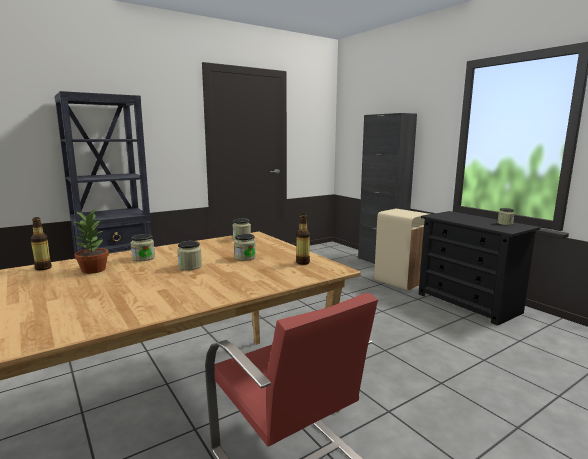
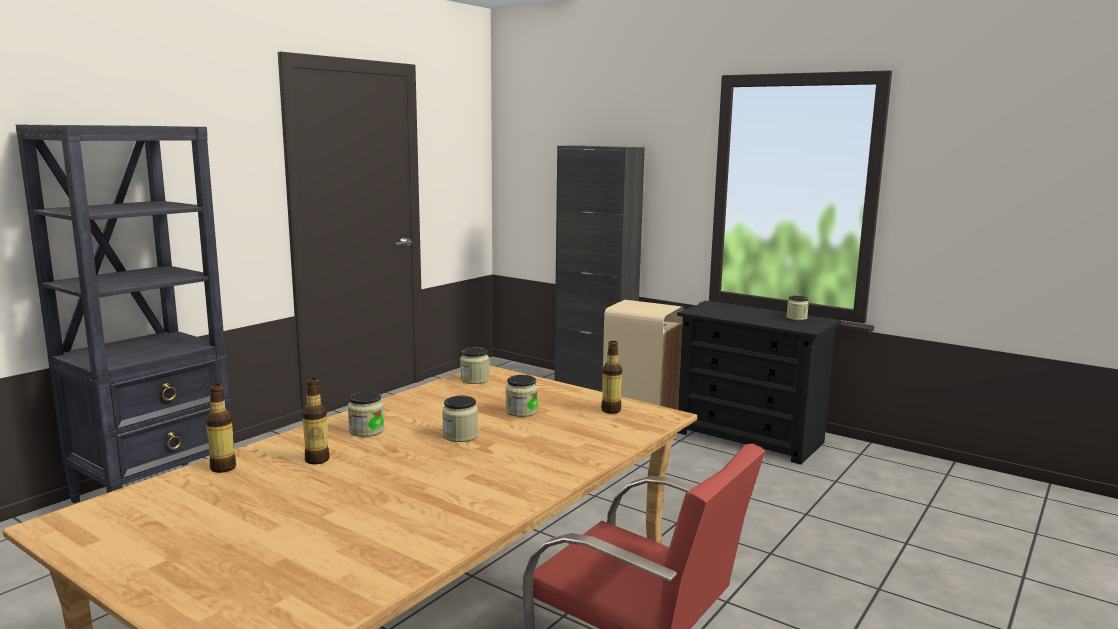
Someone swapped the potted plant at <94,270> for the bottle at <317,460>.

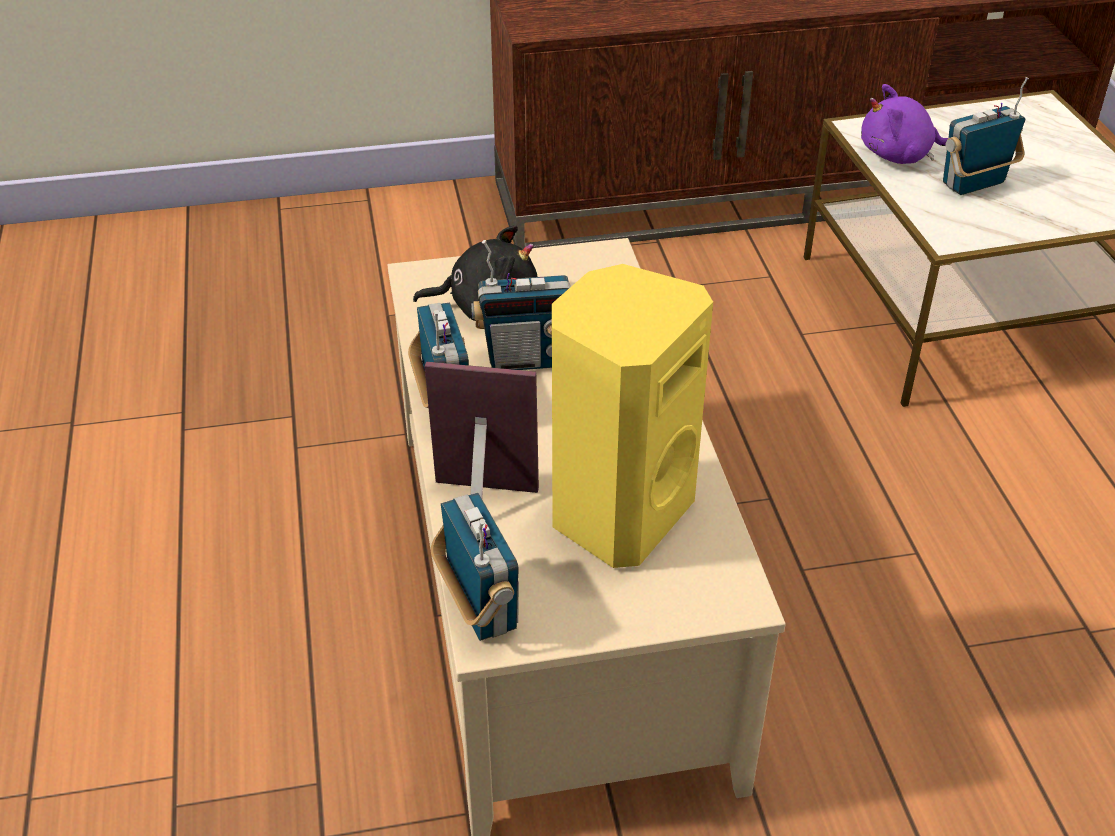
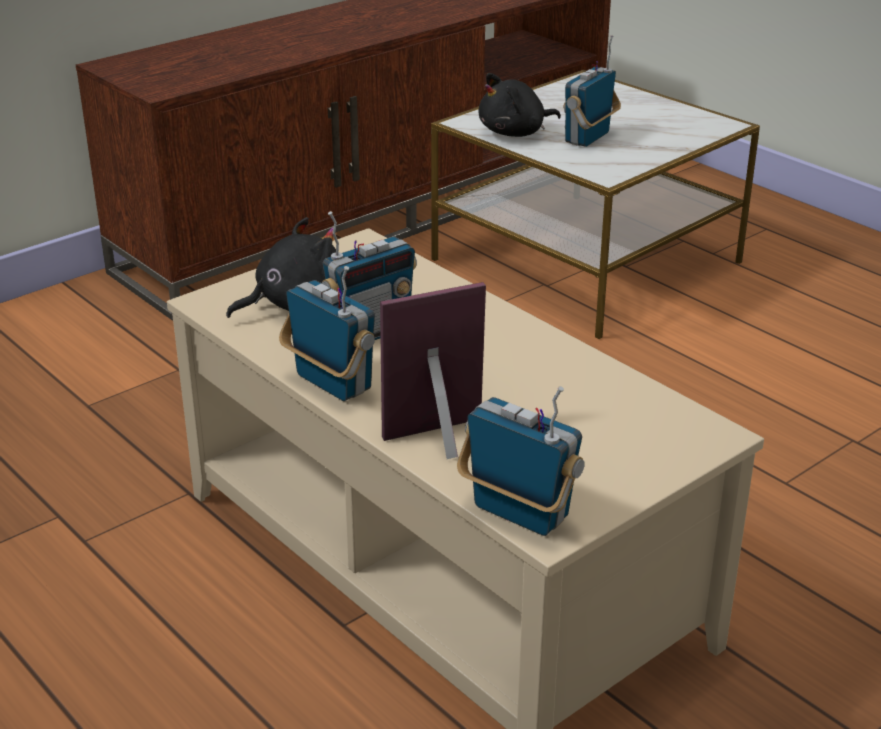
Someone took away the speaker/yellow at <617,513>.
Someone repainted the plush toy/purple at <900,156>, which became the plush toy/black at <515,133>.

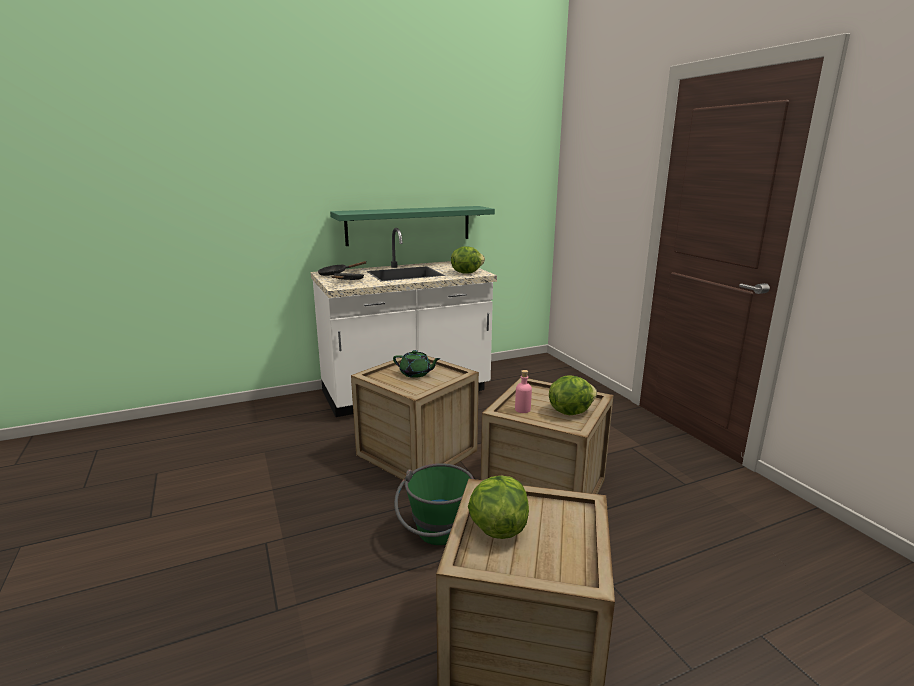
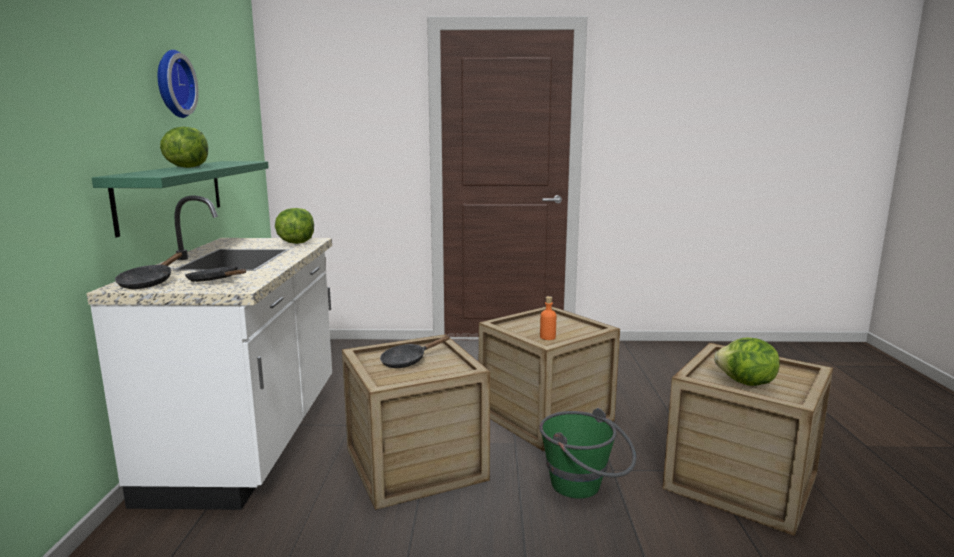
Someone swapped the teapot/green at <416,374> for the frying pan/black at <407,361>.
Someone repainted the bottle/pink at <522,409>, which became the bottle/orange at <547,337>.
Someone carried the lettuce from <570,411> to <187,167>.
Someone put up the wall clock at <172,84>.

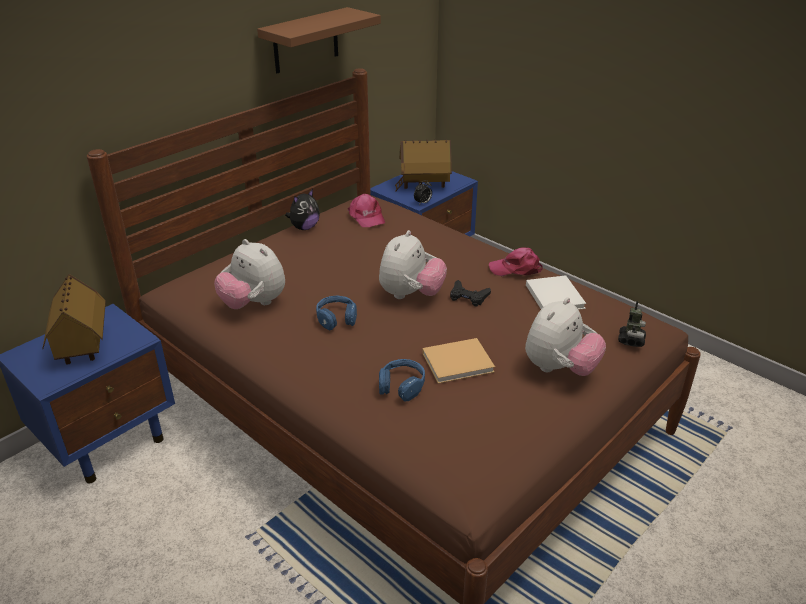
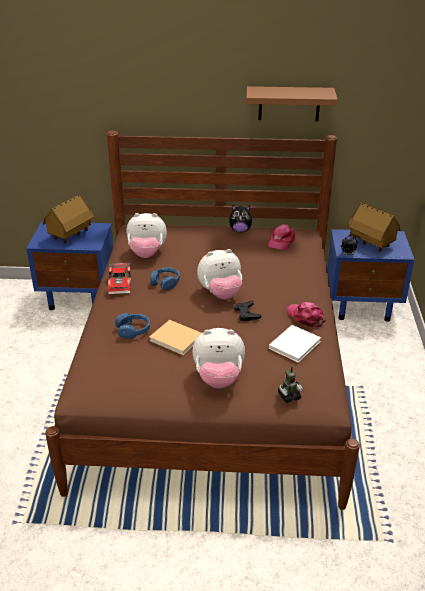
Someone rotated the plush toy at <253,303> by 90 degrees counterclockwise.
Someone put down the toy car at <121,283>.

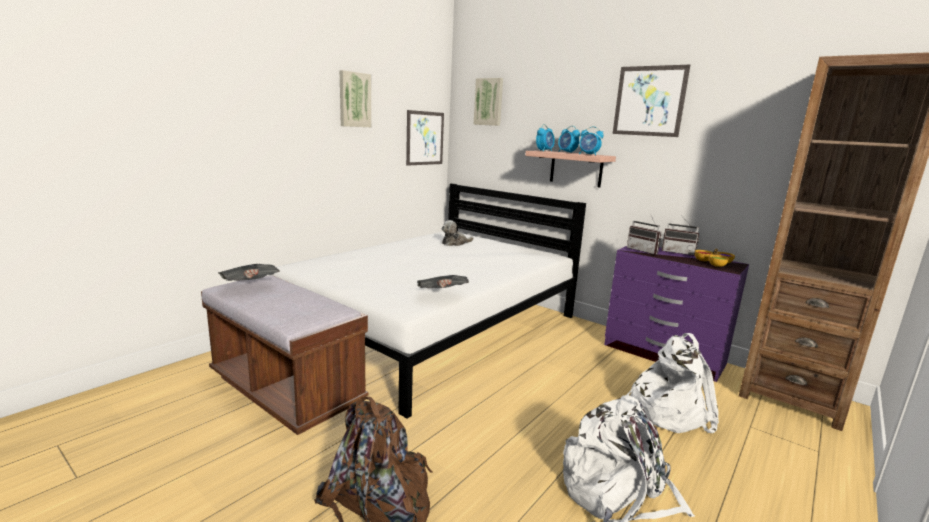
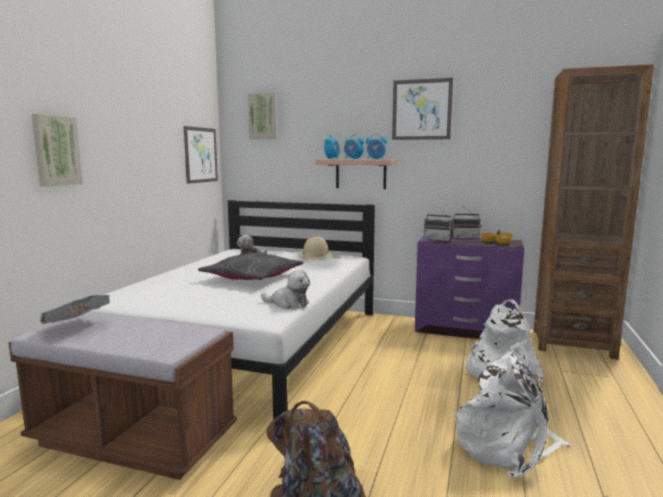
Someone carried the picture from <354,100> to <55,151>.
Someone swapped the newspaper at <442,296> for the plush toy at <288,304>.
Someone put down the pillow/grey at <252,277>.
Someone put down the hat/beige at <315,255>.

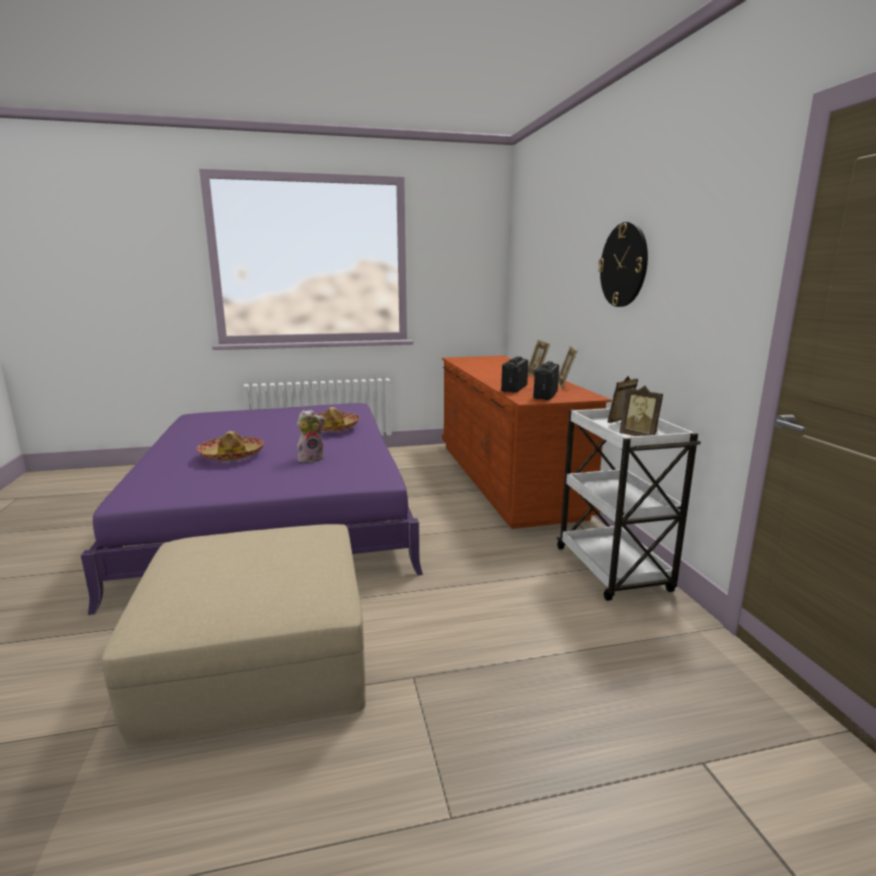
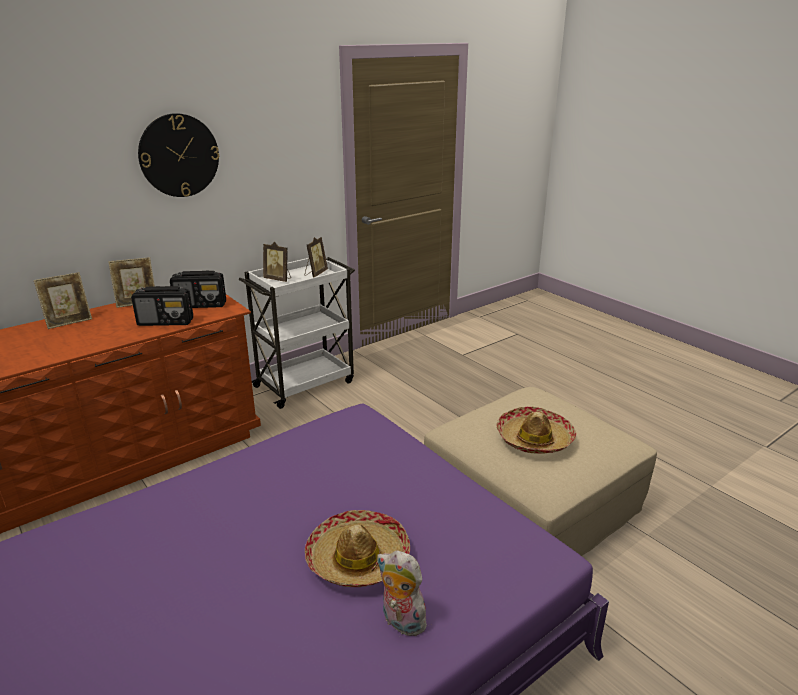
Someone carried the plush toy from <311,458> to <400,622>.
Someone carried the hat from <333,427> to <534,439>.

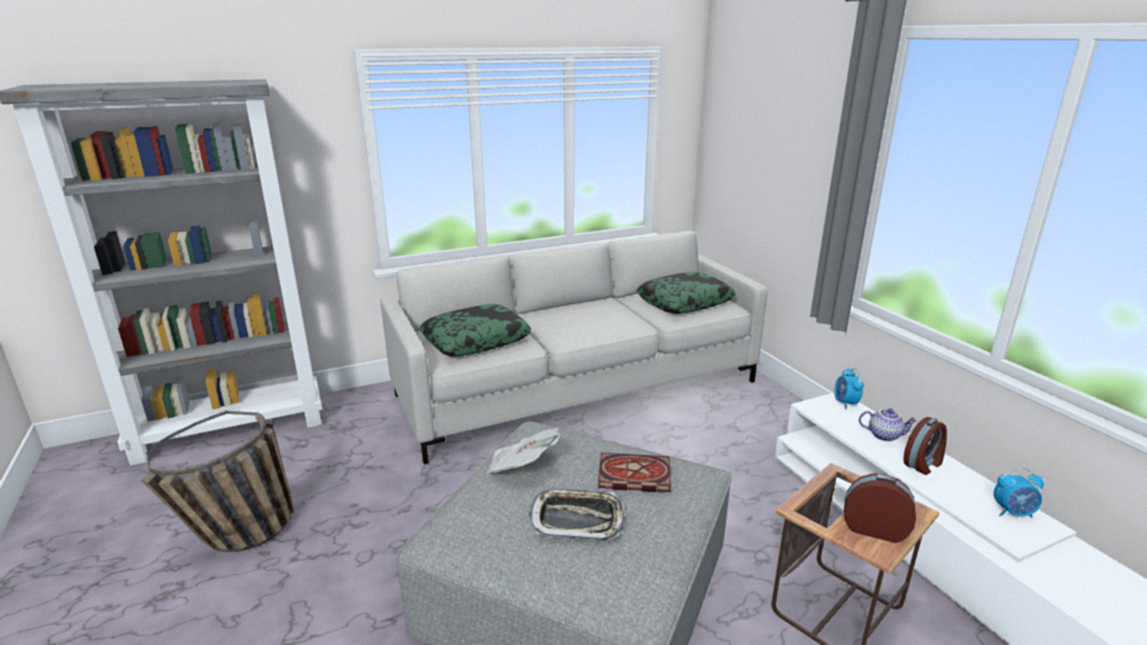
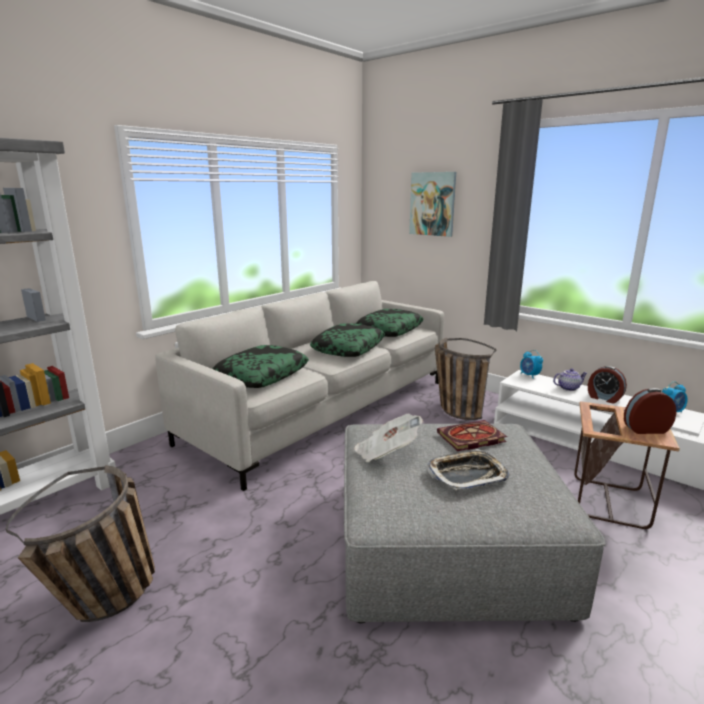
Someone rotated the alarm clock at <923,464> by 105 degrees clockwise.
Someone put down the pillow at <348,348>.
Someone put up the picture at <432,204>.
Someone put down the basket at <453,408>.

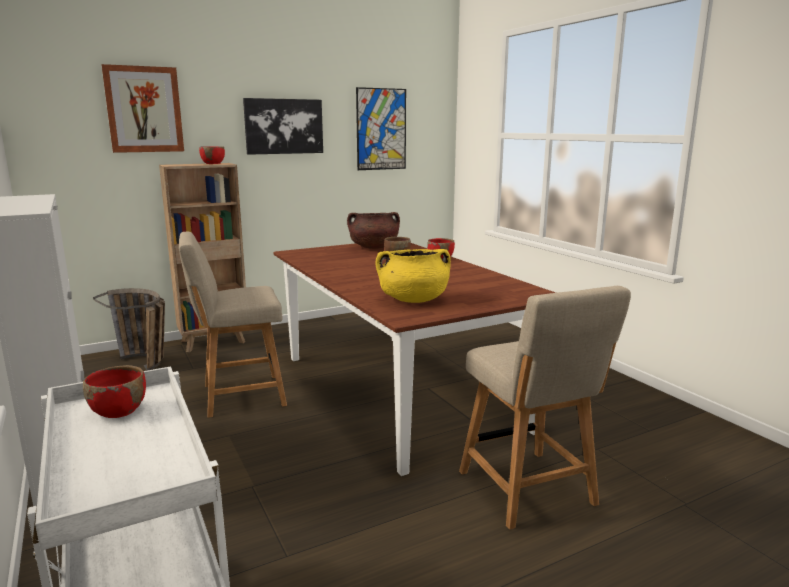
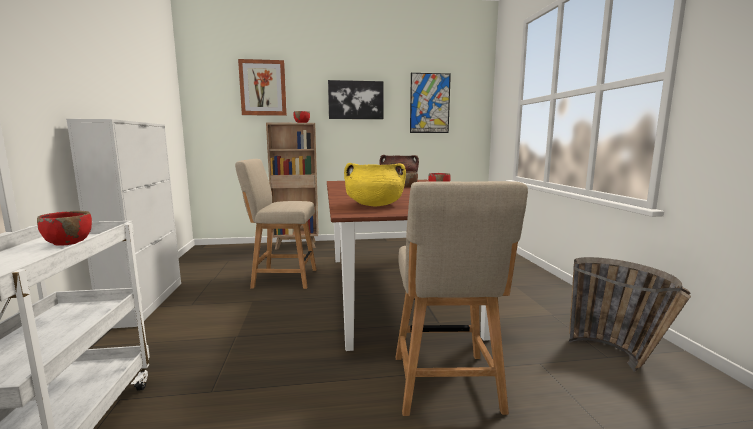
Someone carried the basket from <147,365> to <620,359>.

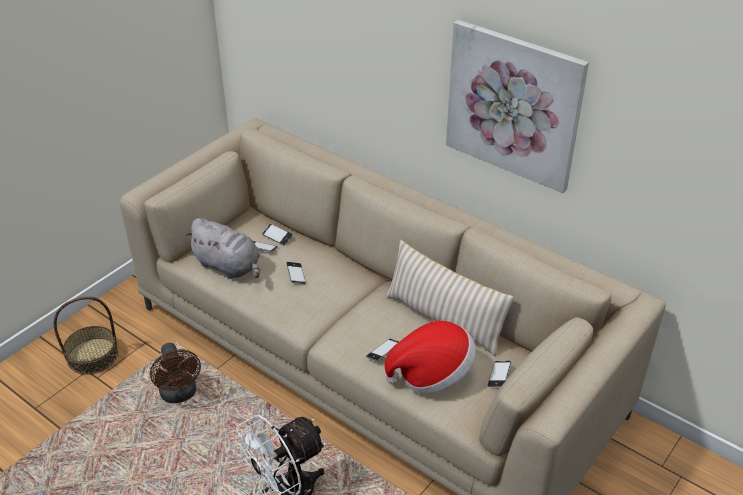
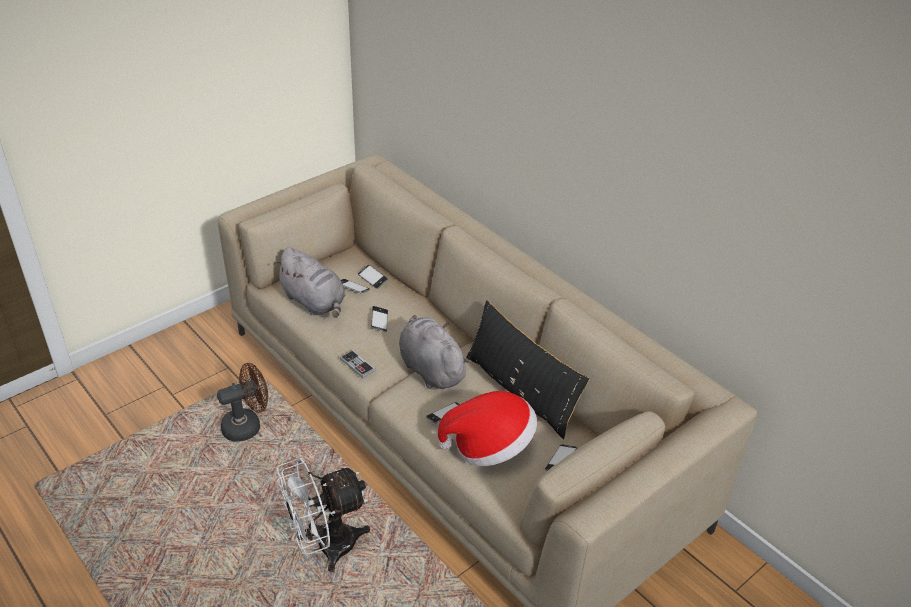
Someone took away the basket at <92,355>.
Someone rotated the fan/brown at <180,395> by 105 degrees counterclockwise.
Someone repainted the pillow/beige at <444,319>, which became the pillow/black at <520,391>.
Someone took away the picture at <514,104>.
Someone put down the game controller at <357,365>.
Someone put down the plush toy/grey at <430,369>.

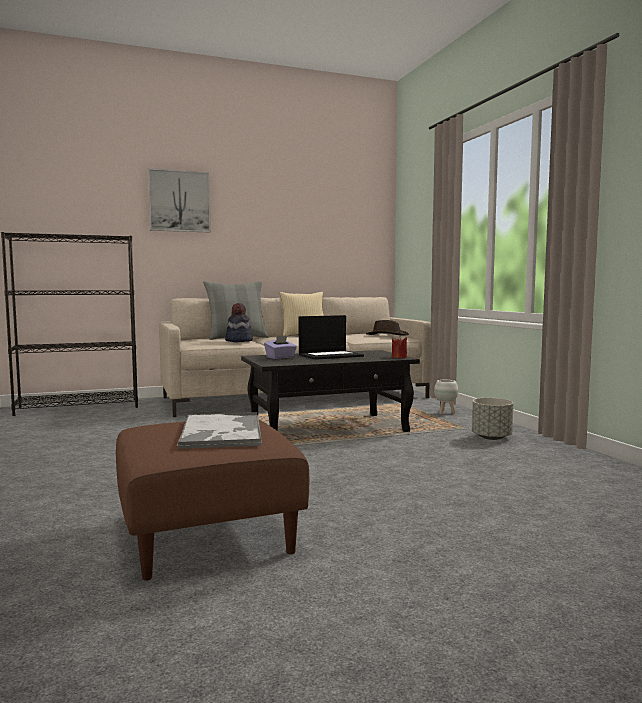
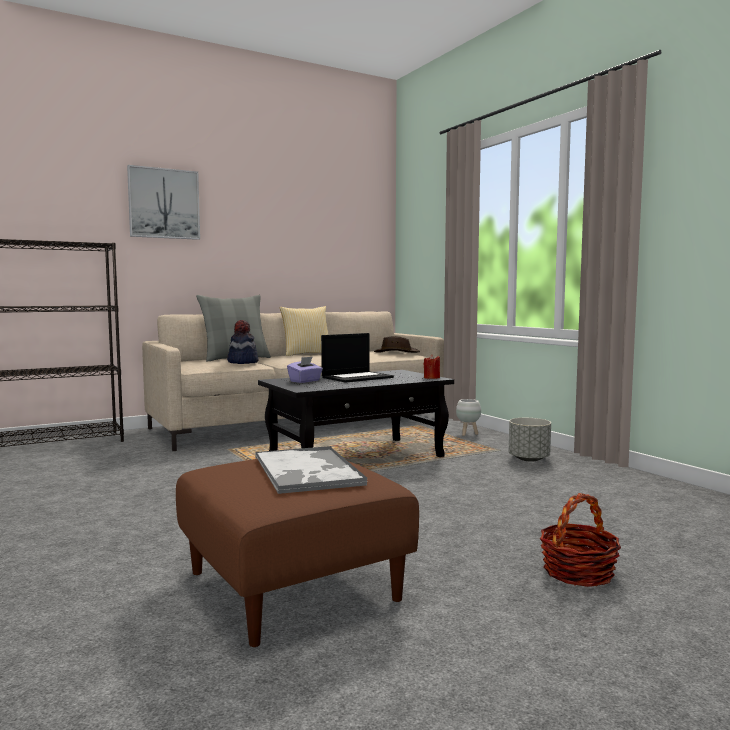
Someone put down the basket at <578,572>.

